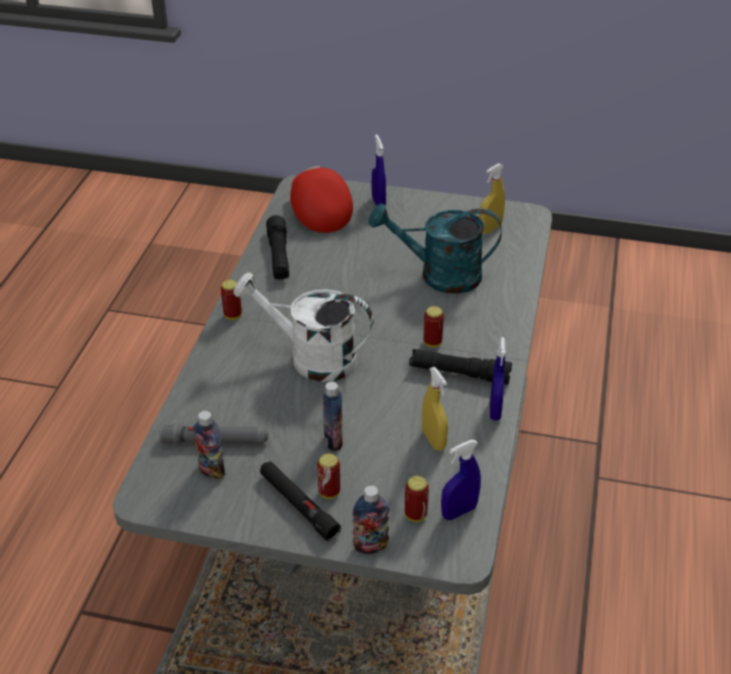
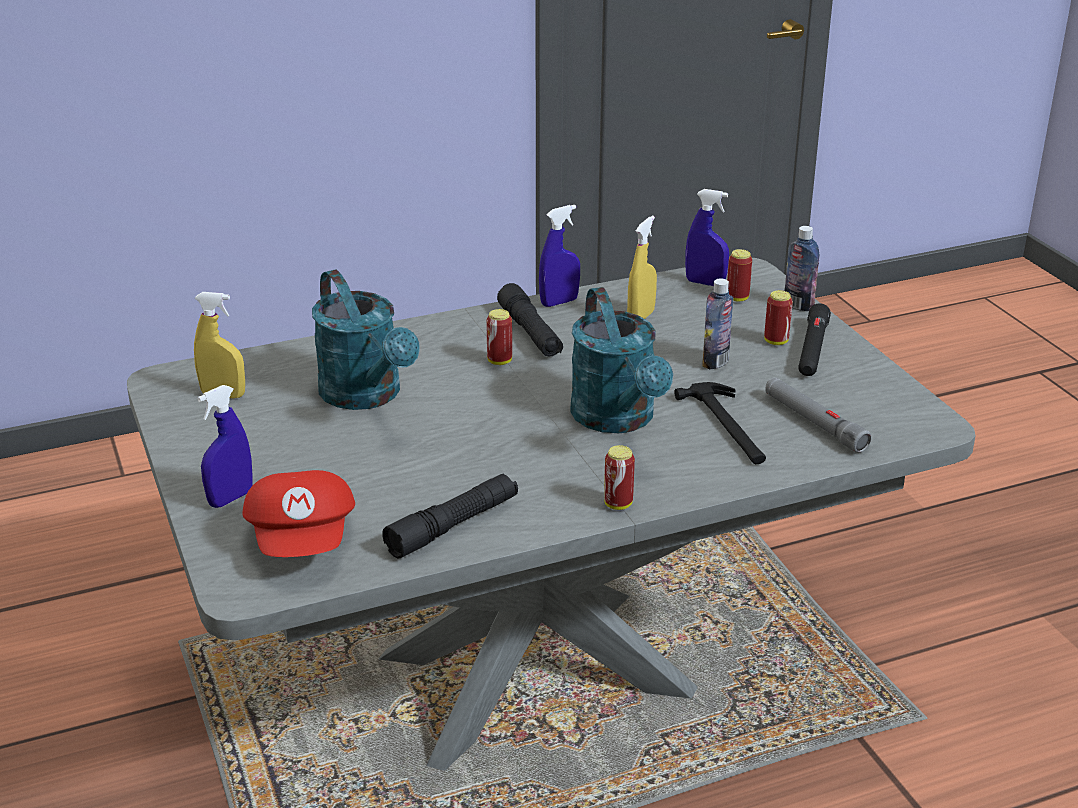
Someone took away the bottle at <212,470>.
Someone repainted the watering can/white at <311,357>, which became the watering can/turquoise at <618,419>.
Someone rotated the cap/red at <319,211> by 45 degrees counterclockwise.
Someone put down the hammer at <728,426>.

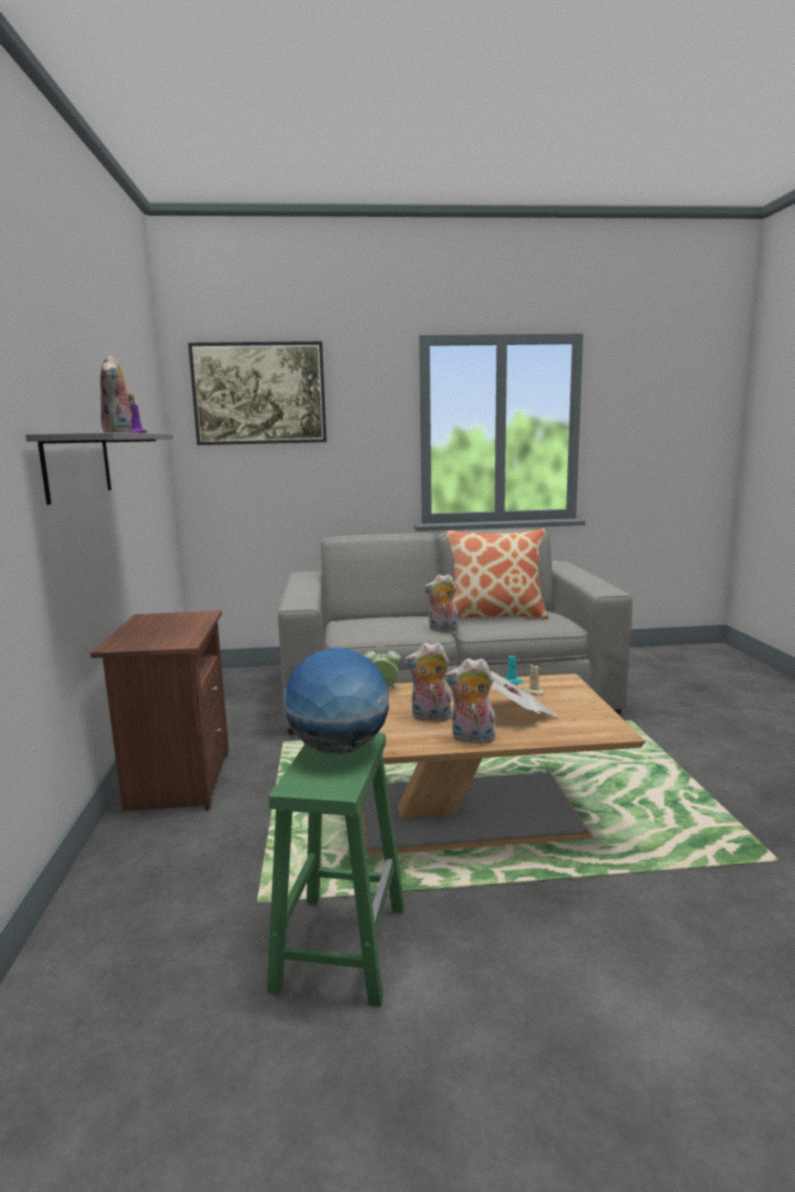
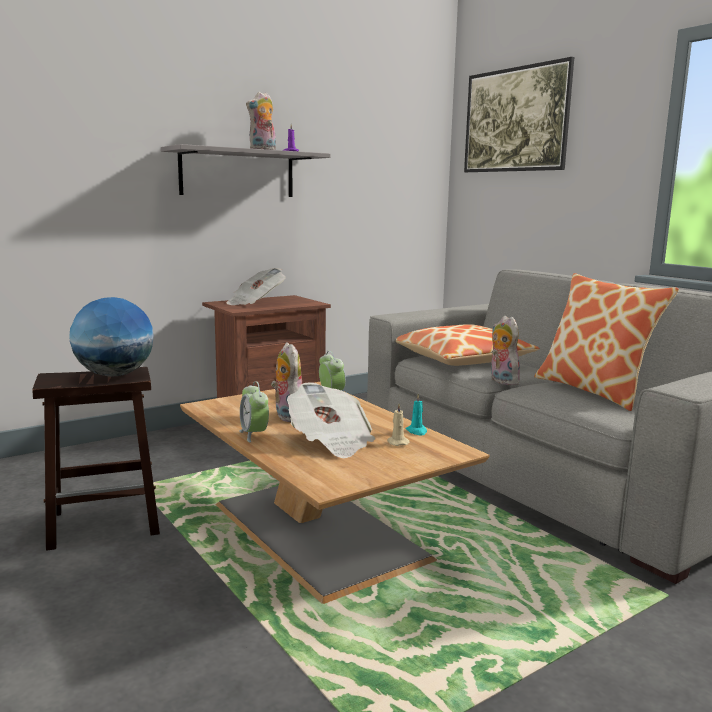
Someone repainted the stool/green at <341,944>, which became the stool/brown at <106,522>.
Someone swapped the plush toy at <471,739> for the alarm clock at <254,435>.
Someone put down the newspaper at <255,302>.
Someone put down the pillow at <462,359>.

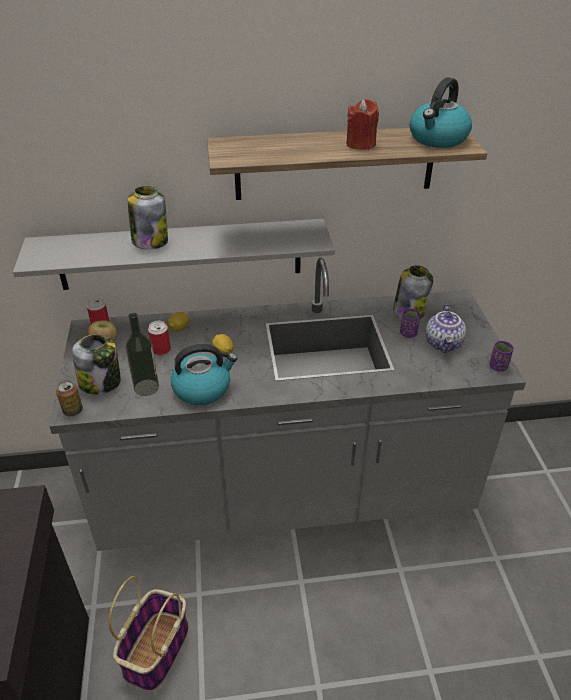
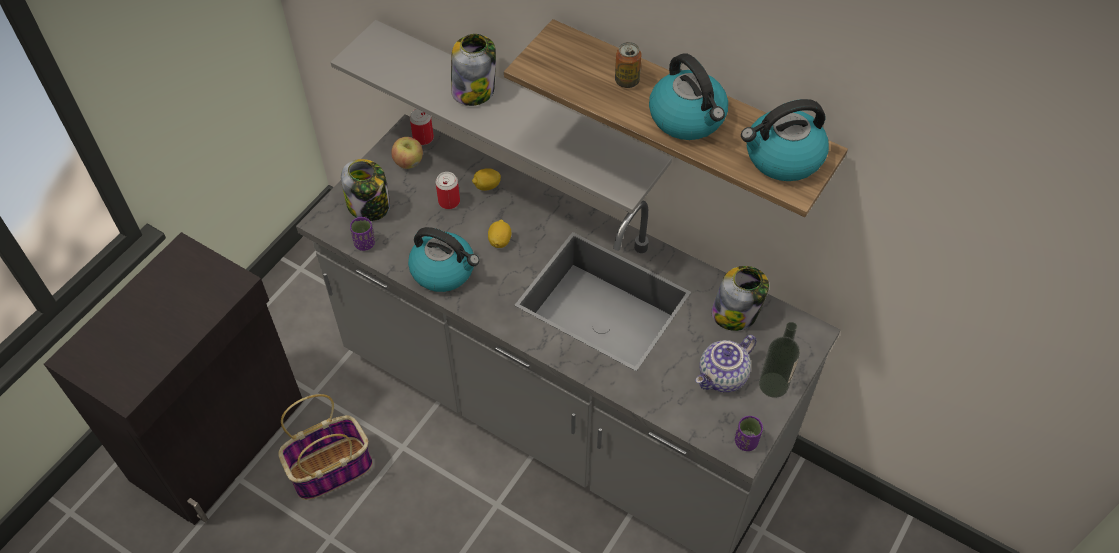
Someone carried the can from <73,411> to <627,81>.
Someone carried the bottle from <146,387> to <773,385>.
Someone swapped the candle/red at <360,144> for the kettle at <688,118>.
Someone carried the cup/purple from <408,333> to <365,243>.

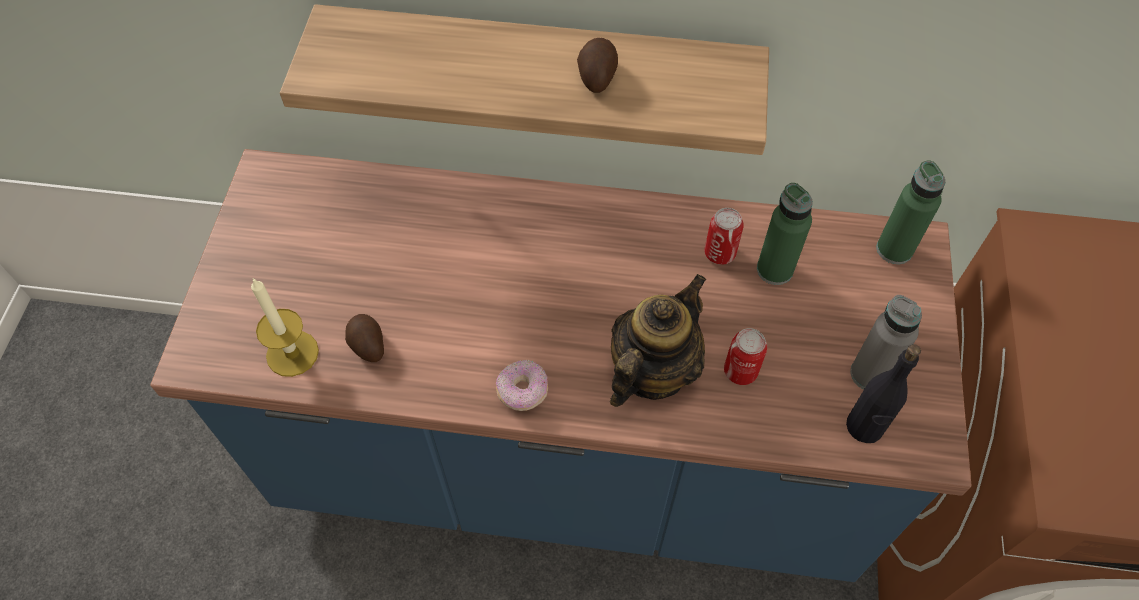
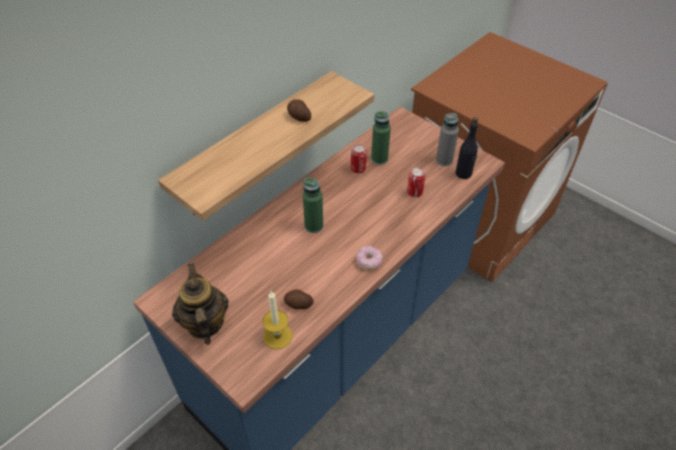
Someone carried the teapot from <651,371> to <204,323>.
Someone carried the bottle/green from <894,249> to <314,226>.

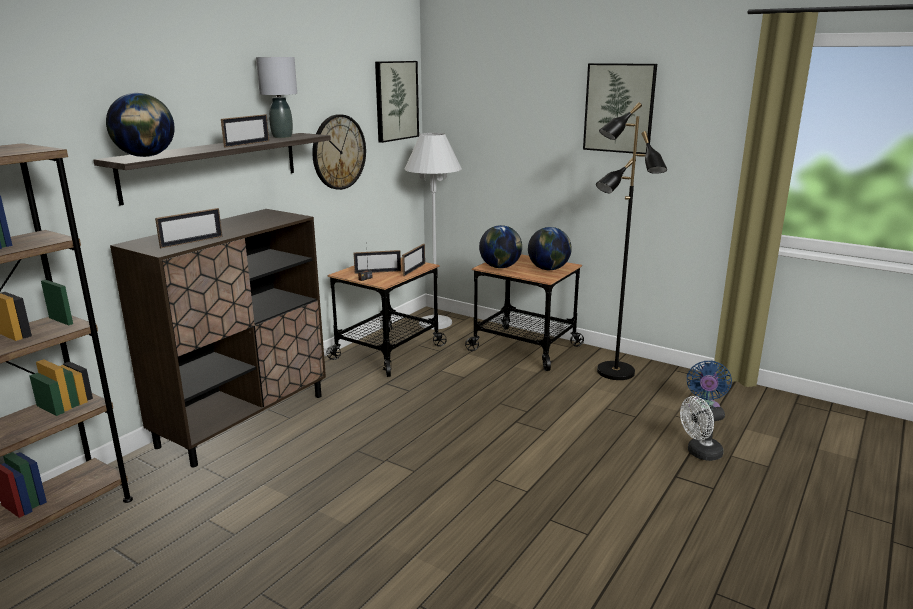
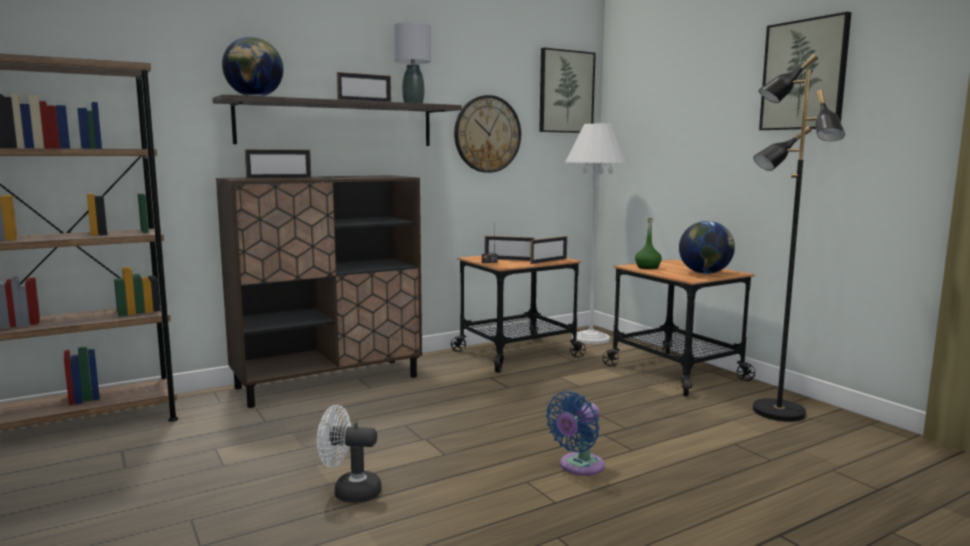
Someone swapped the globe at <500,267> for the bottle/green at <647,267>.
Someone carried the fan/white from <700,453> to <349,492>.
Someone carried the fan/blue from <704,408> to <578,466>.

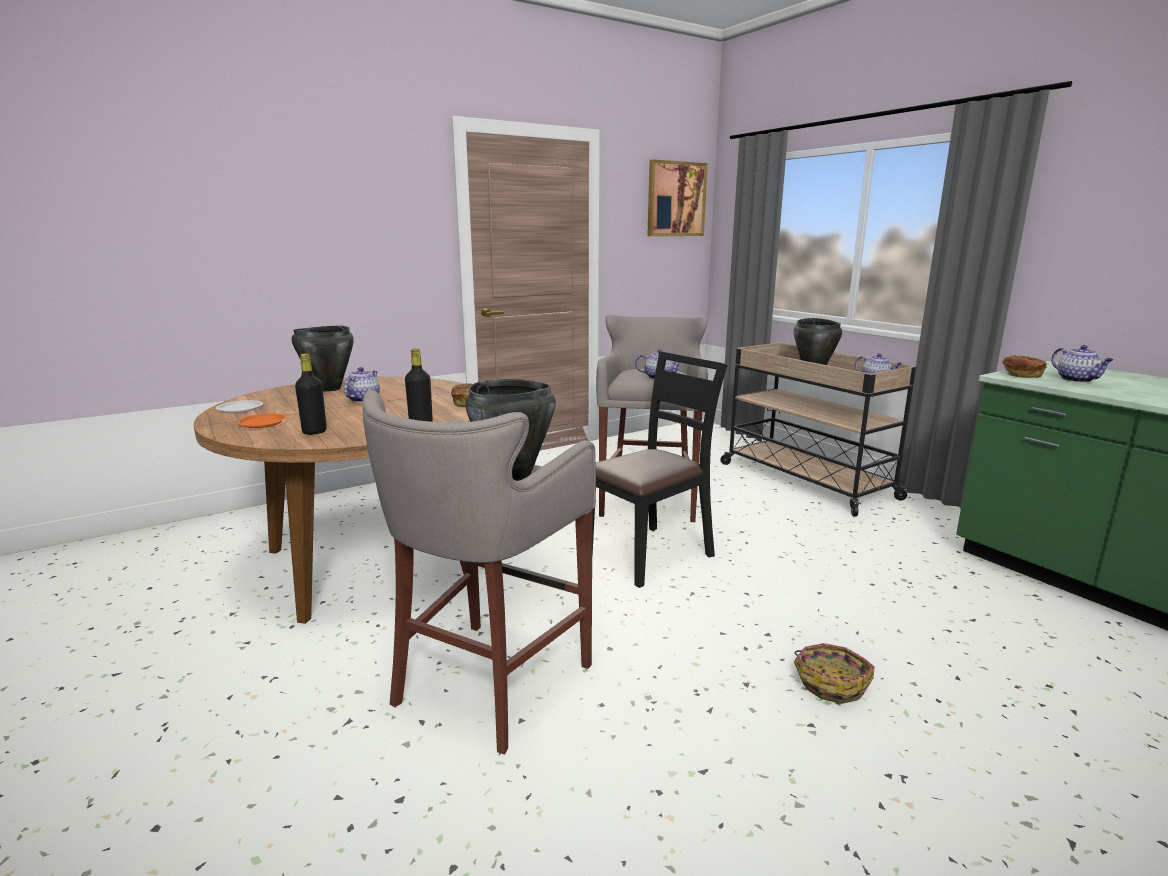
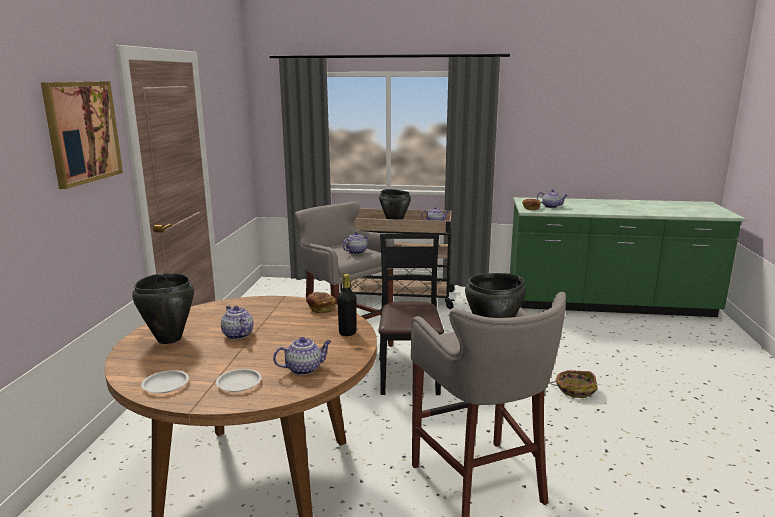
Someone repainted the plate/orange at <263,423>, which became the plate/white at <239,383>.
Someone swapped the bottle/black at <314,432> for the teapot at <304,369>.
Someone carried the picture from <676,199> to <82,132>.

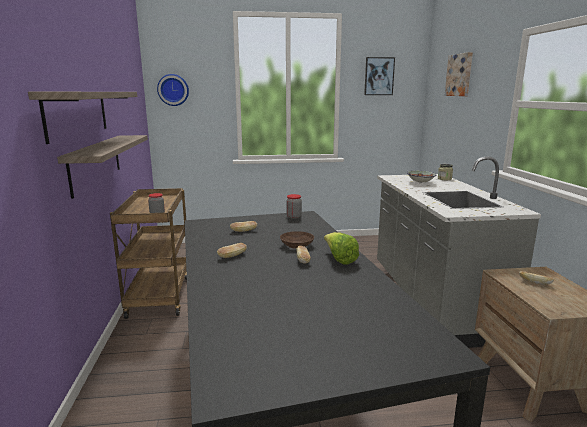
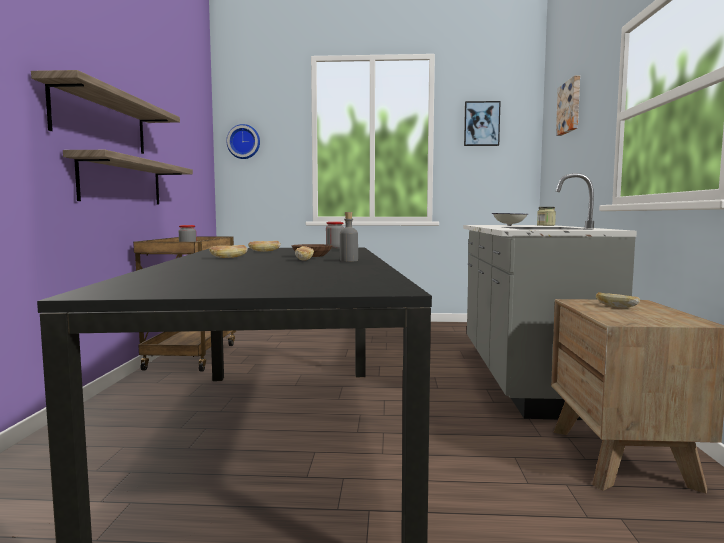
Someone swapped the lettuce at <339,259> for the bottle/grey at <349,260>.

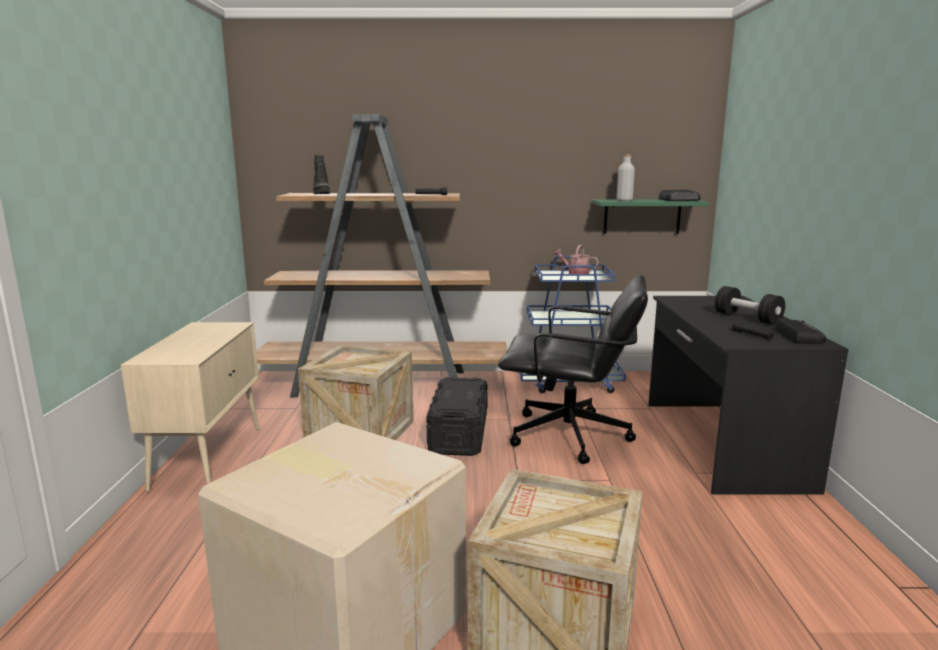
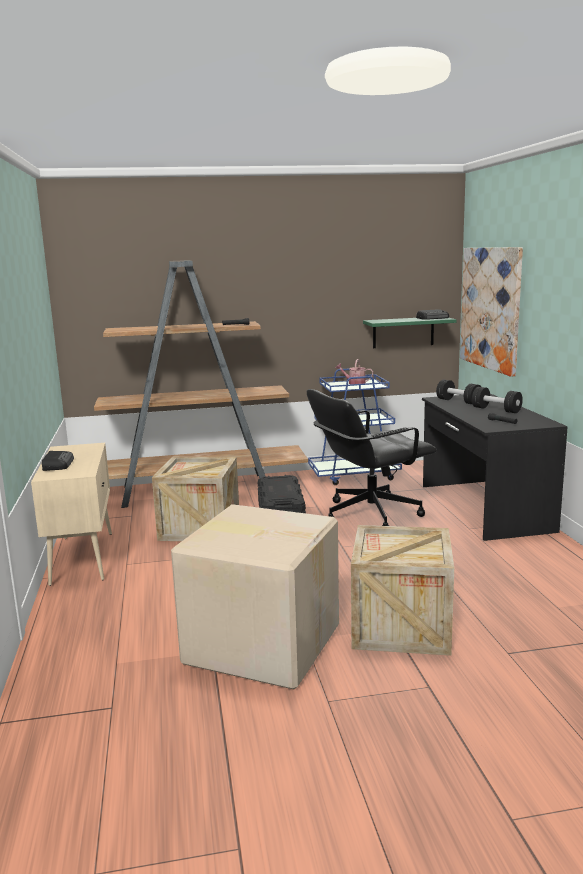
Someone took away the boot/black at <321,193>.
Someone rotated the office chair/black at <570,436> by 150 degrees clockwise.
Someone took away the bottle/grey at <624,200>.
Someone carried the radio from <798,336> to <58,464>.
Someone put down the dumbbell/black at <458,401>.
Someone put up the picture at <490,308>.

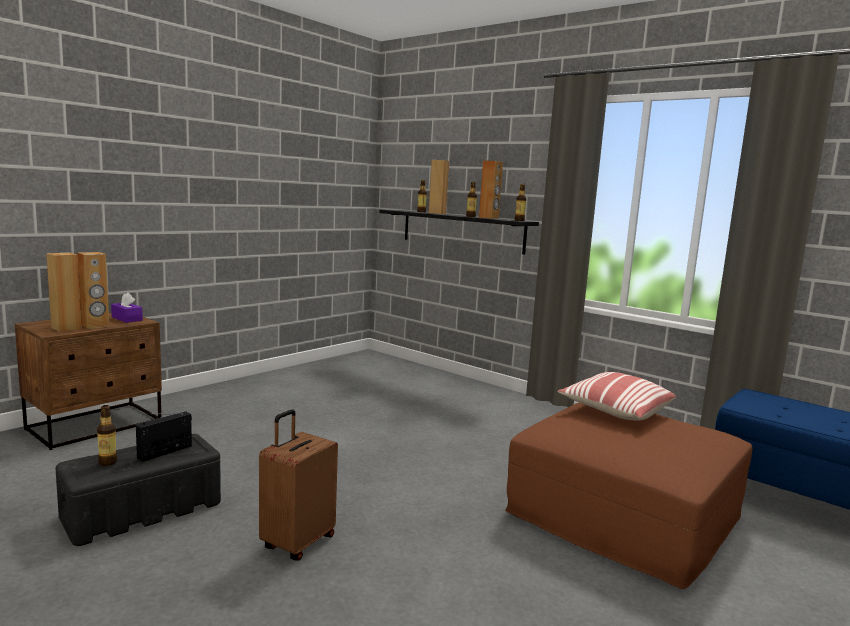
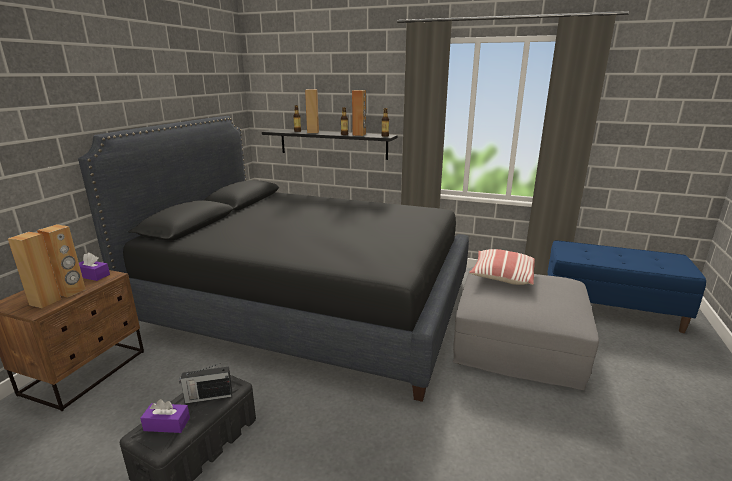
Someone swapped the bottle at <108,462> for the tissue box/purple at <167,424>.
Someone rotated the radio at <166,452> by 120 degrees counterclockwise.
Someone took away the suitcase/brown at <297,542>.
Someone repainted the ottoman/brown at <622,515>, which became the ottoman/grey at <516,343>.
Someone put down the bed/black at <308,304>.

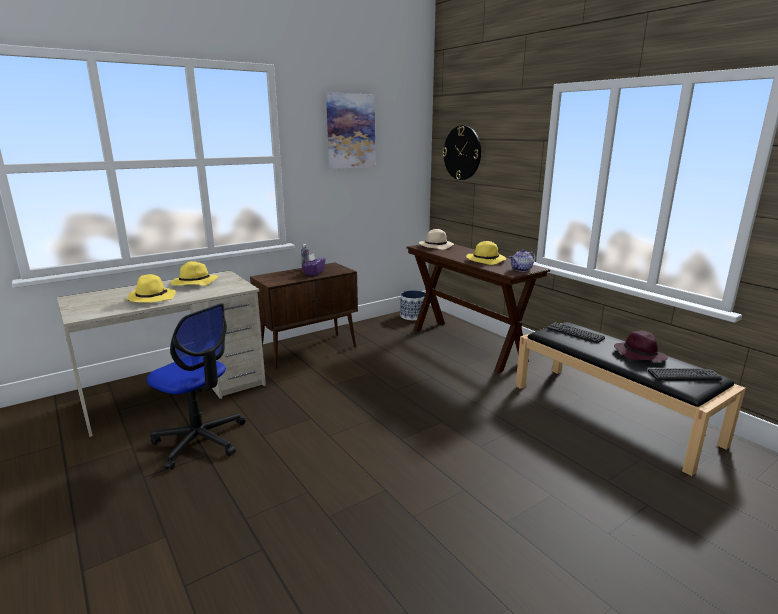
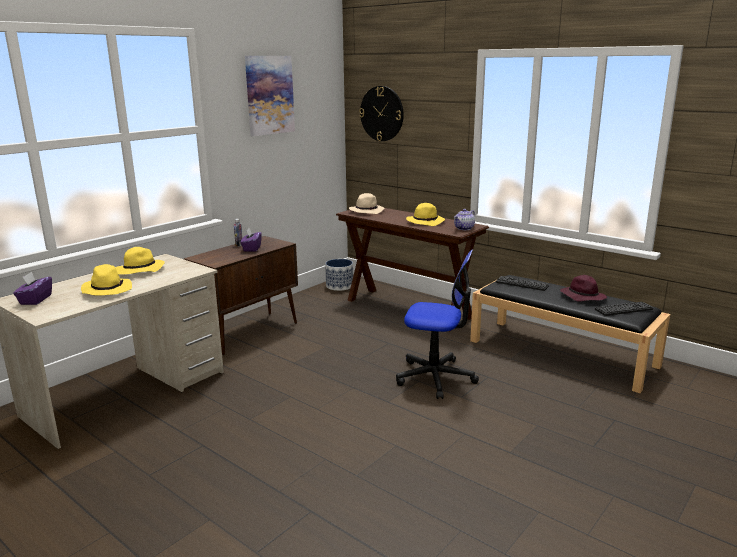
Someone carried the office chair from <200,440> to <435,377>.
Someone put down the tissue box/purple at <35,300>.

